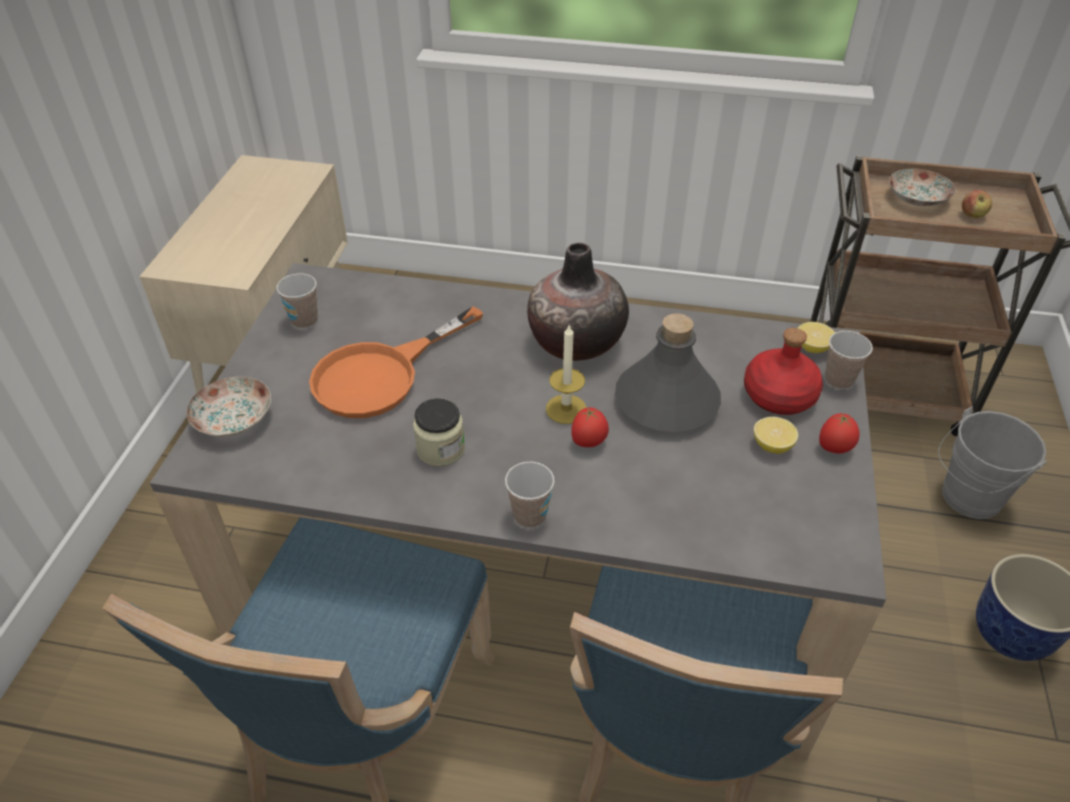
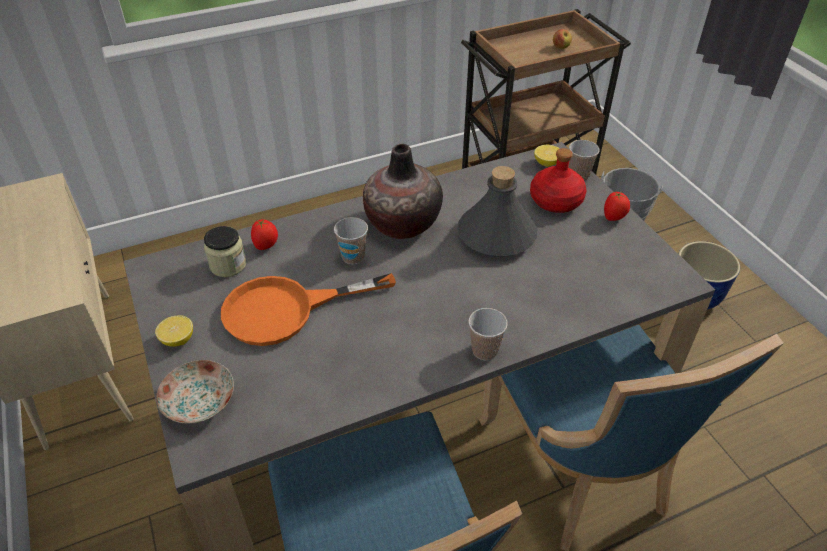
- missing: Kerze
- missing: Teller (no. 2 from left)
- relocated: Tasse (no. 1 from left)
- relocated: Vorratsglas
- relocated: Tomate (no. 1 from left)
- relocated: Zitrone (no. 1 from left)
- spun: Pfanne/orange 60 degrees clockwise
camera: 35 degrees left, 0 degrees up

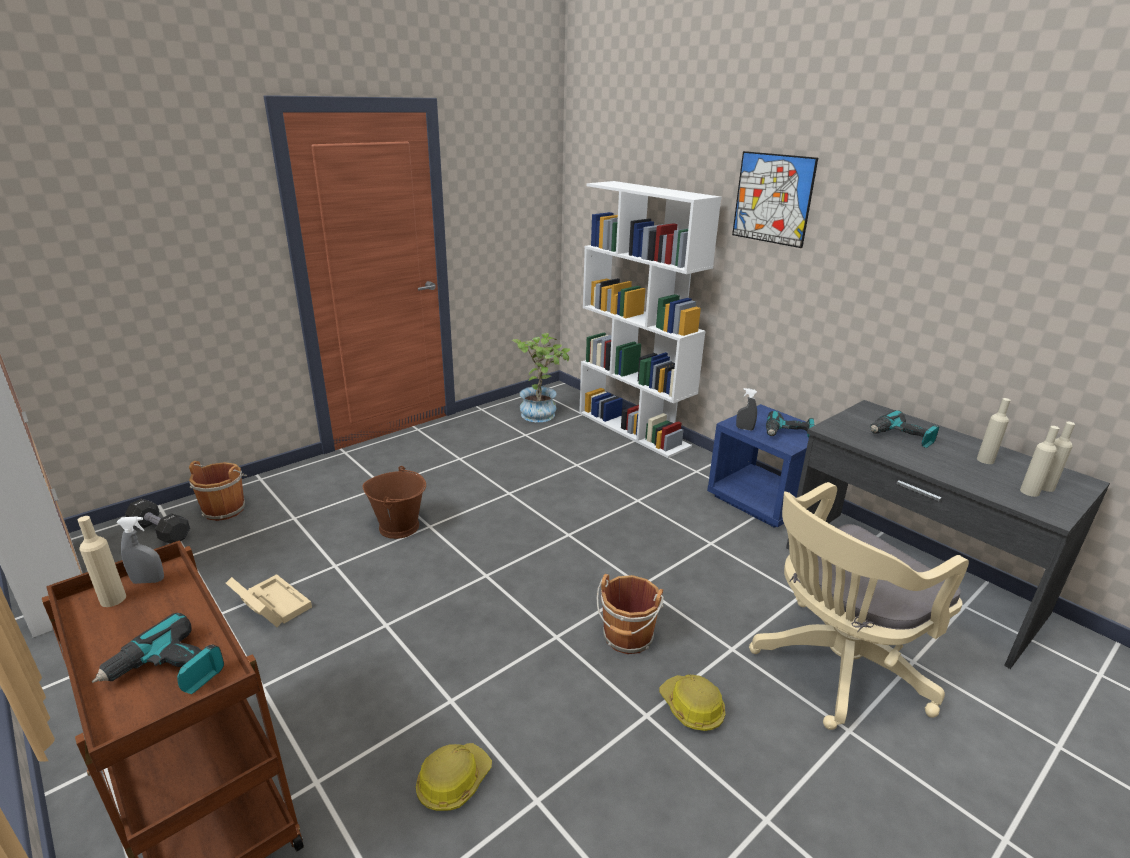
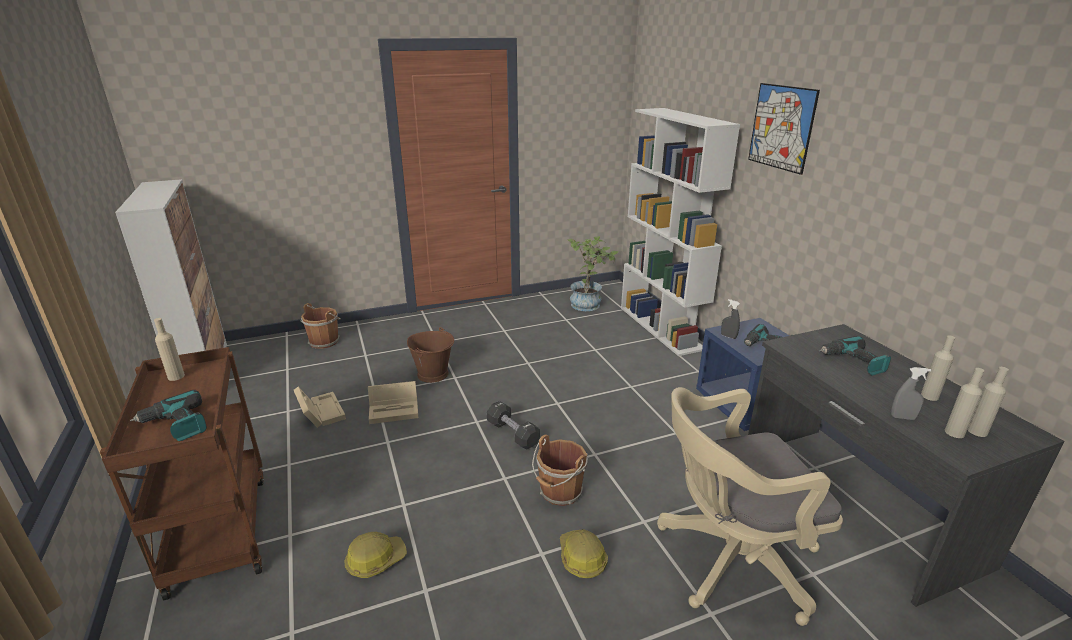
- appeared: Aufbewahrungsbox/beige (no. 2 from left)
- relocated: Sprühflasche/grau (no. 1 from left in the first image) to Sprühflasche/grau (no. 2 from left)
- relocated: Hantel/schwarz
camera: 20 degrees right, 0 degrees up

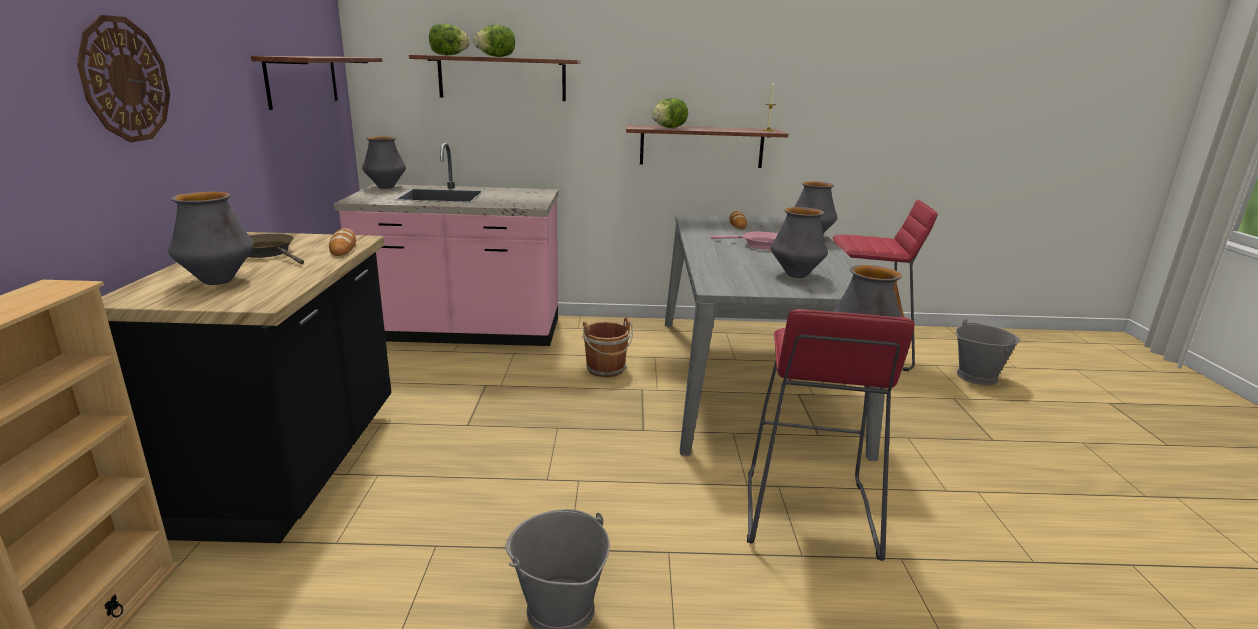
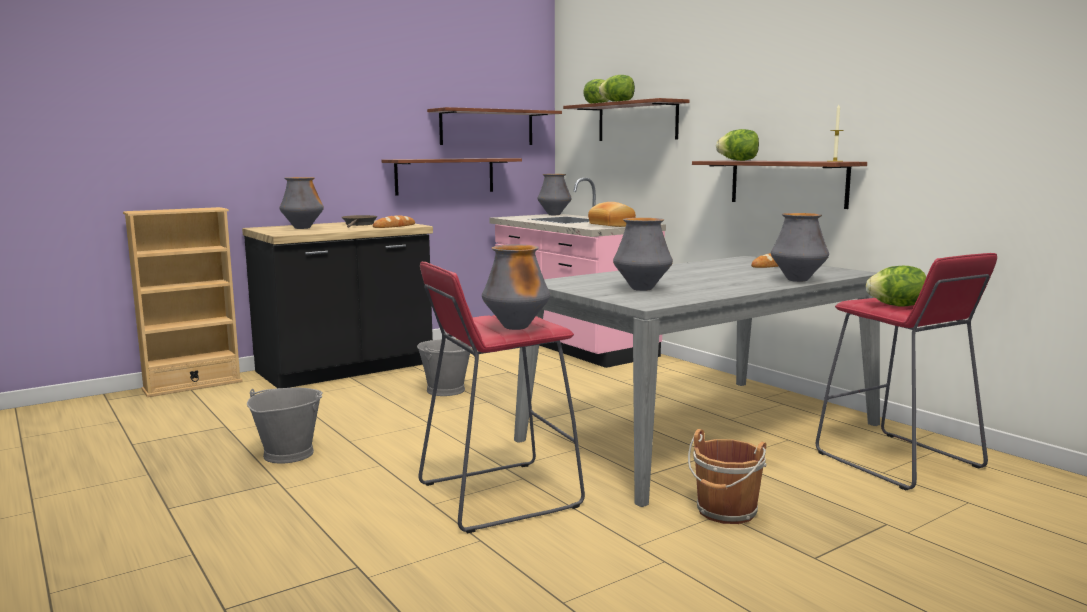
- missing: Wanduhr
- missing: Pfanne/rosa
- appeared: Wandregal (no. 1 from left)
- appeared: Brot (no. 2 from left)
- appeared: Salatkopf (no. 4 from left)
- relocated: Eimer/braun
- relocated: Eimer/grau (no. 2 from left)
camera: 55 degrees right, 10 degrees down

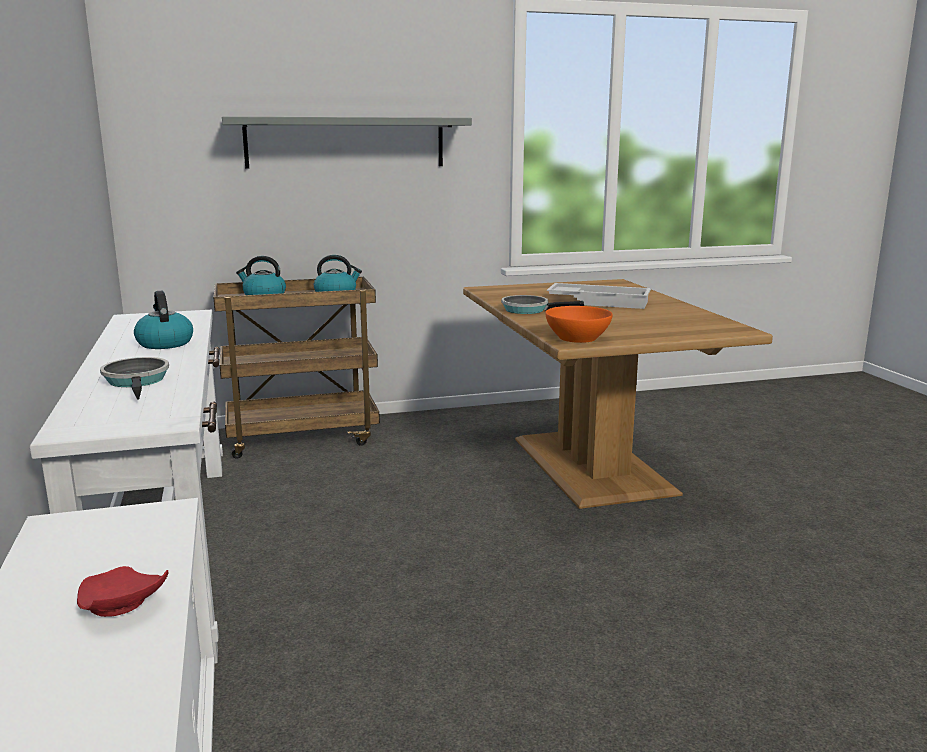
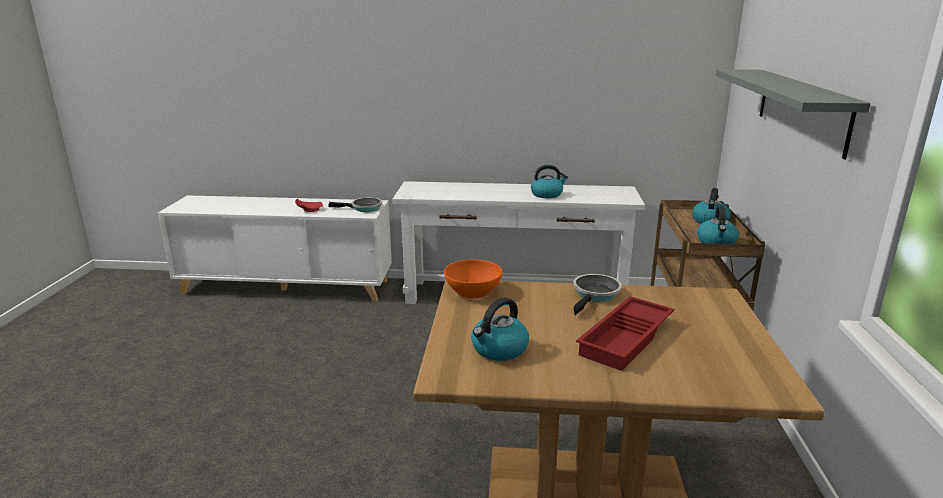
- appeared: Wasserkessel (no. 1 from left)
- relocated: Pfanne (no. 1 from left)
- colour: Tablett/weiß to Tablett/rot
camera: 110 degrees right, 5 degrees up

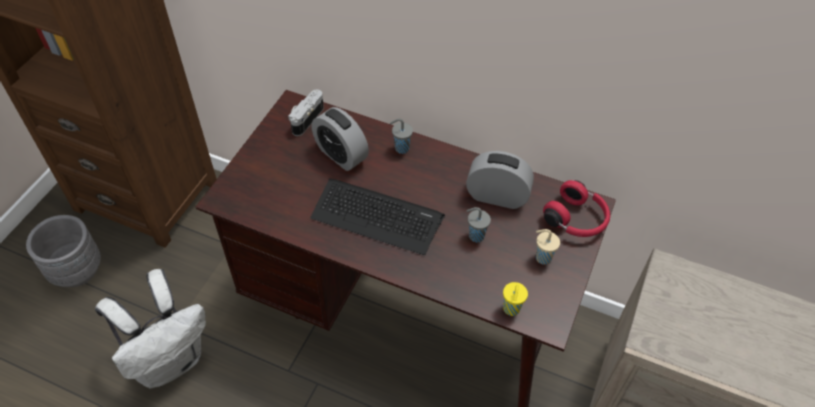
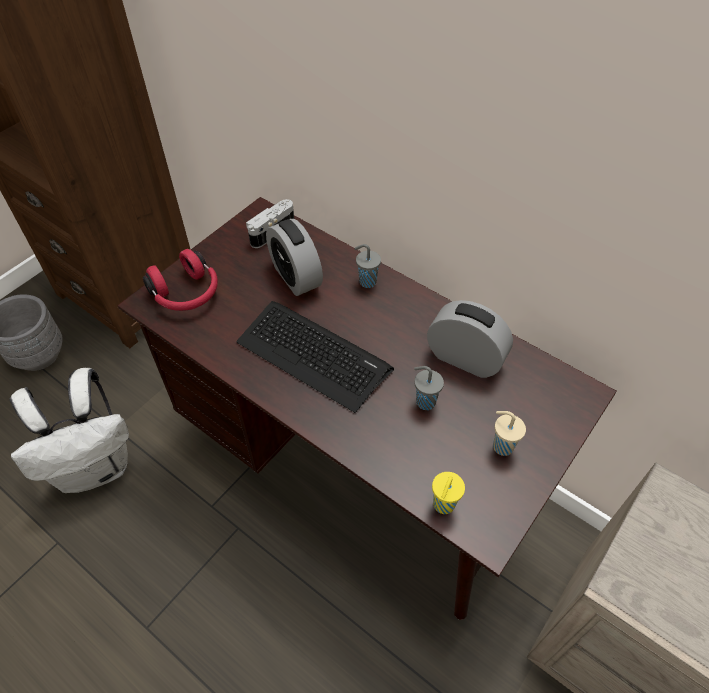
- relocated: Kopfhörer/rot
camera: 15 degrees right, 0 degrees up

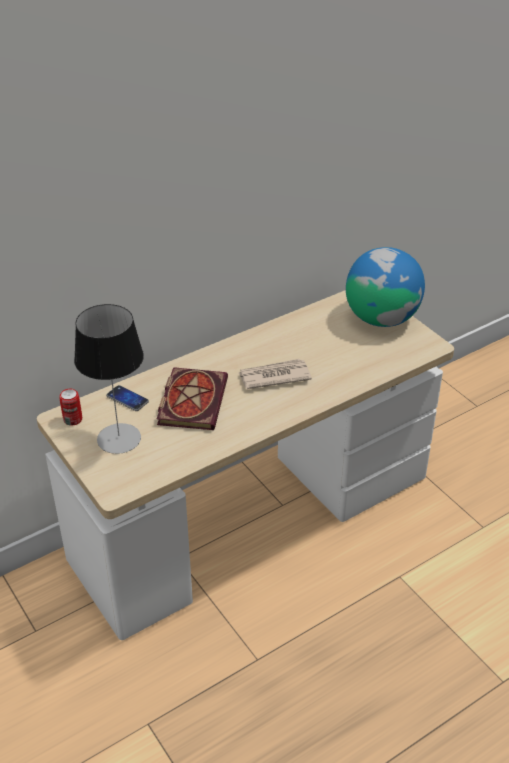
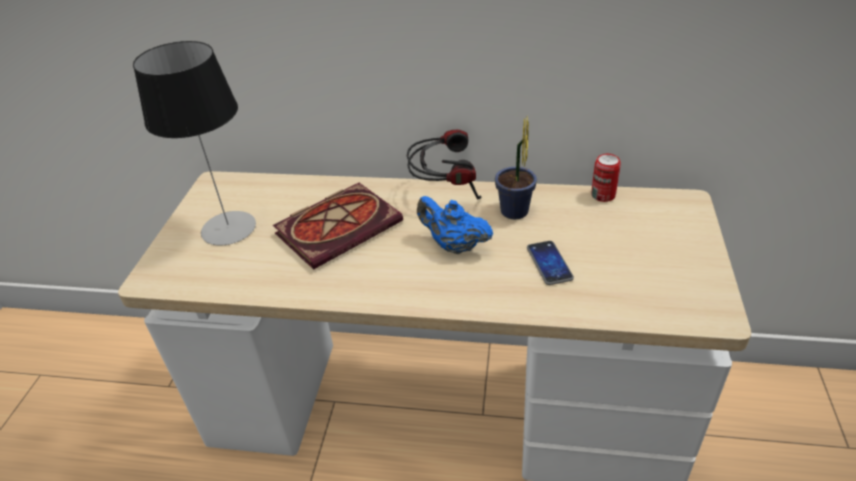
- missing: Globus
- appeared: Kopfhörer
- appeared: Topfpflanze
- relocated: Dose
- relocated: Handy
- exchanged: Zeitung to Teekanne/blau
camera: 45 degrees right, 0 degrees up

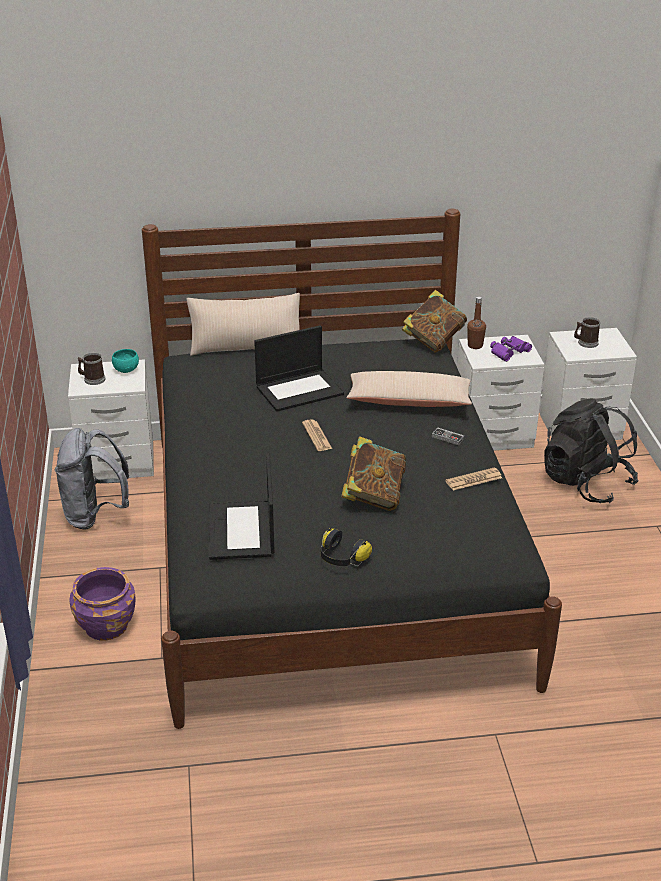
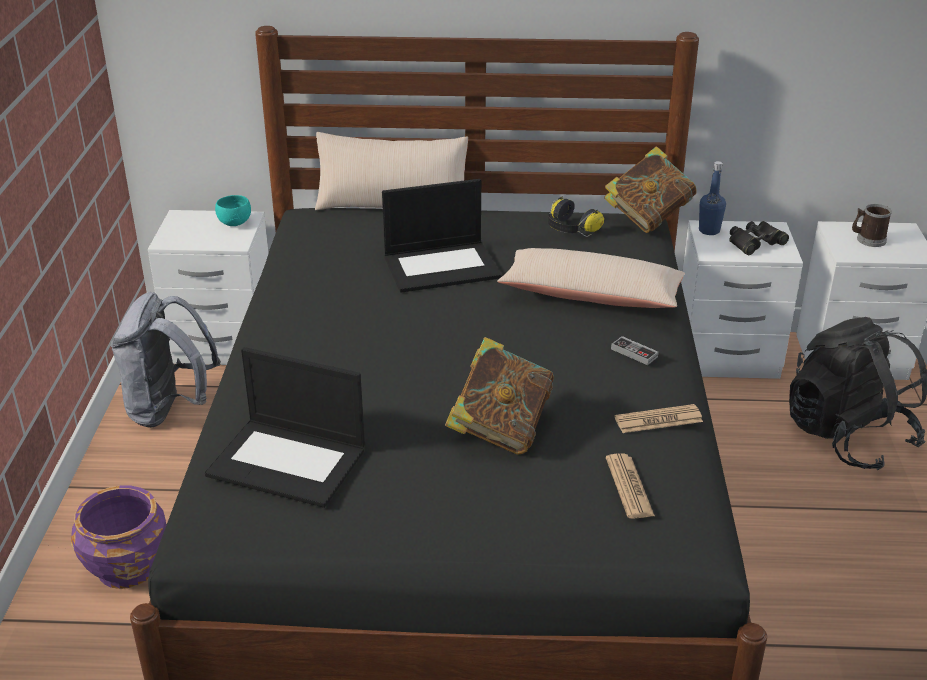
- missing: Henkelbecher (no. 1 from left)
- relocated: Zeitung (no. 1 from left)
- relocated: Kopfhörer
- colour: Flasche/braun to Flasche/blau
- colour: Fernglas/lila to Fernglas/schwarz
- spun: Laptop (no. 1 from left) 75 degrees counterclockwise
camera: 10 degrees right, 0 degrees up

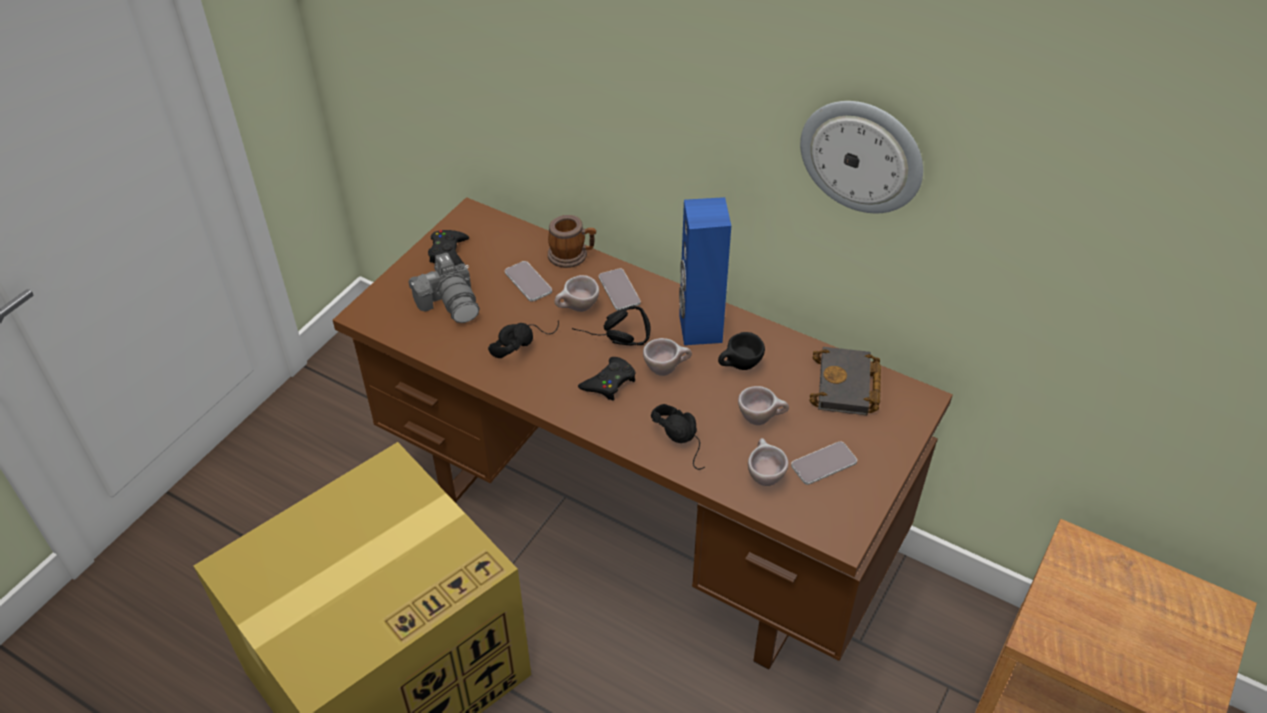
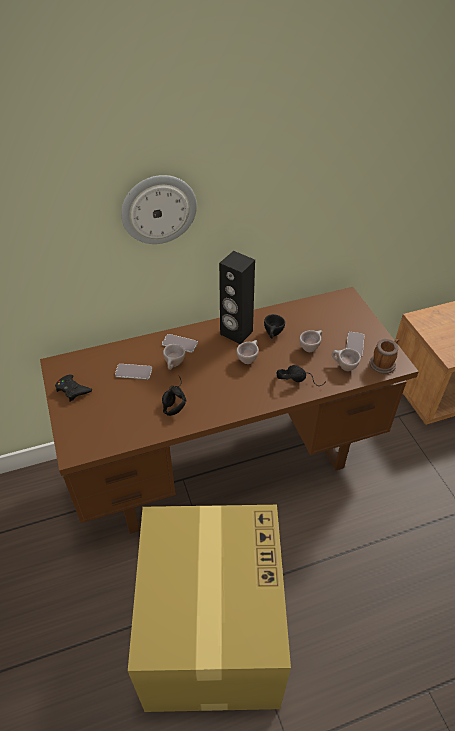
- missing: Kamera
- missing: Kopfhörer/schwarz (no. 2 from left)
- missing: Gamepad/schwarz (no. 2 from left)
- missing: Buch/schwarz
- relocated: Henkelbecher
- relocated: Wanduhr
- colour: Lautsprecher/blau to Lautsprecher/schwarz
camera: 50 degrees left, 0 degrees up

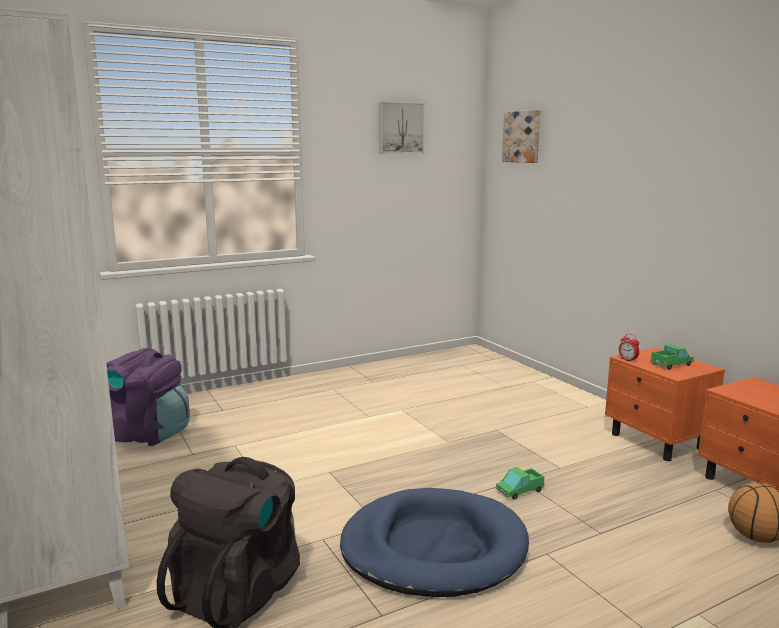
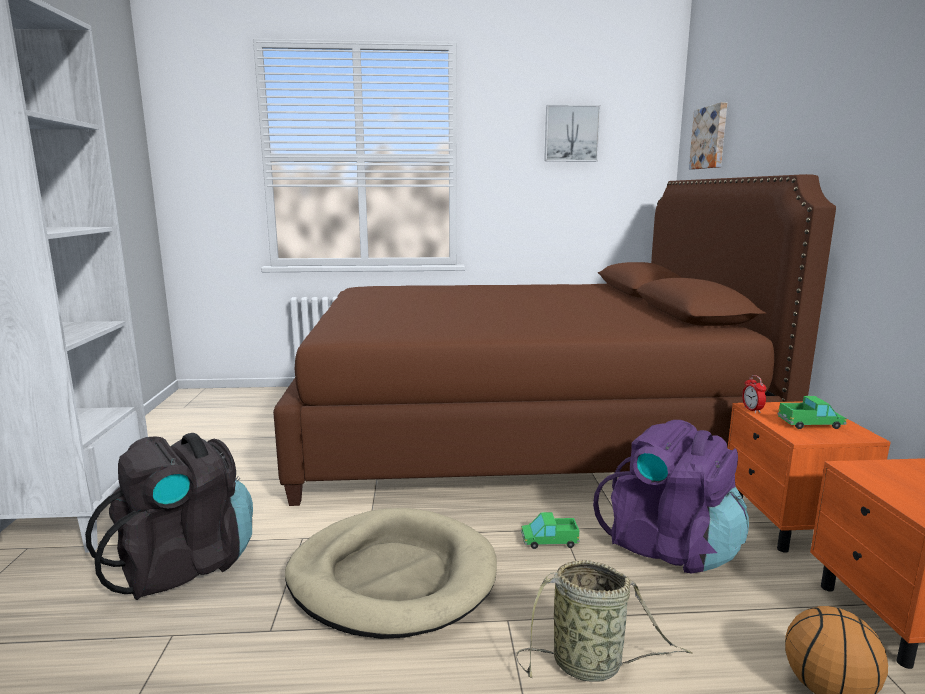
- appeared: Bett/braun
- appeared: Korb
- relocated: Rucksack/lila
- colour: Hundebett/blau to Hundebett/beige
camera: 25 degrees right, 0 degrees up

